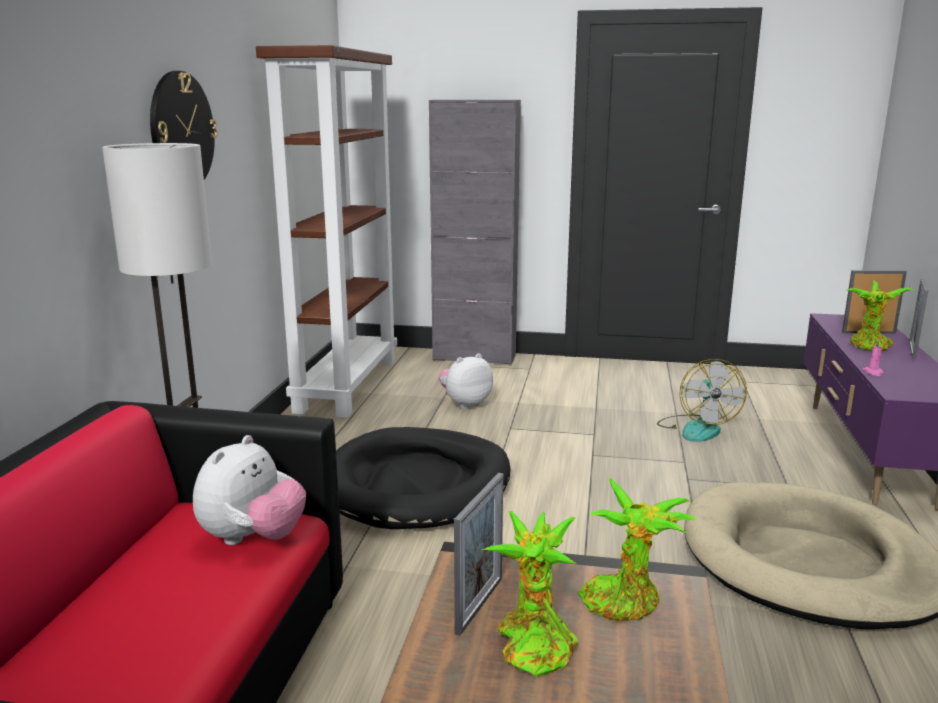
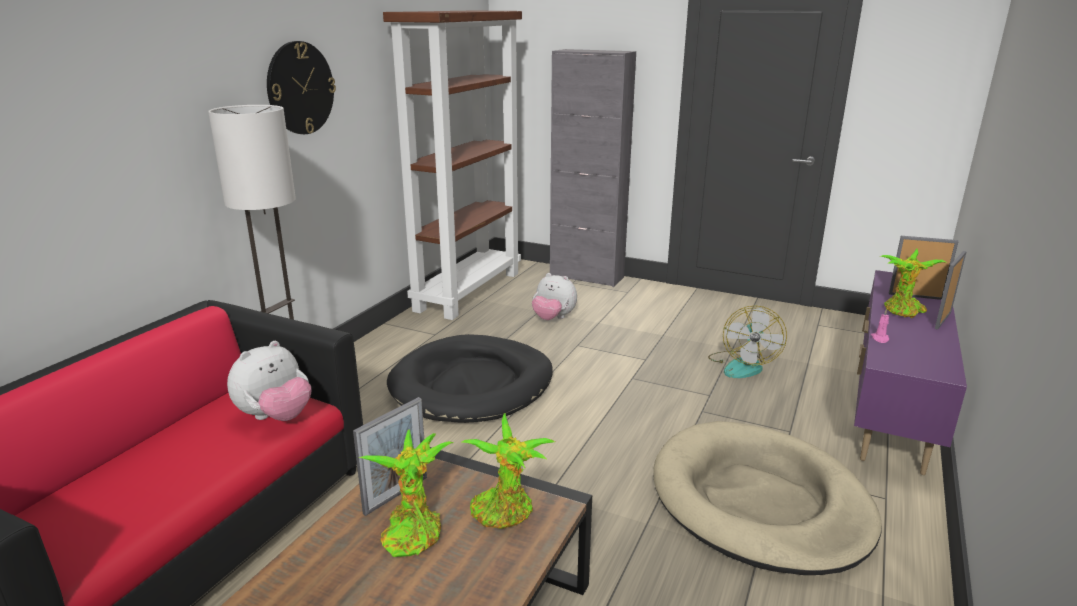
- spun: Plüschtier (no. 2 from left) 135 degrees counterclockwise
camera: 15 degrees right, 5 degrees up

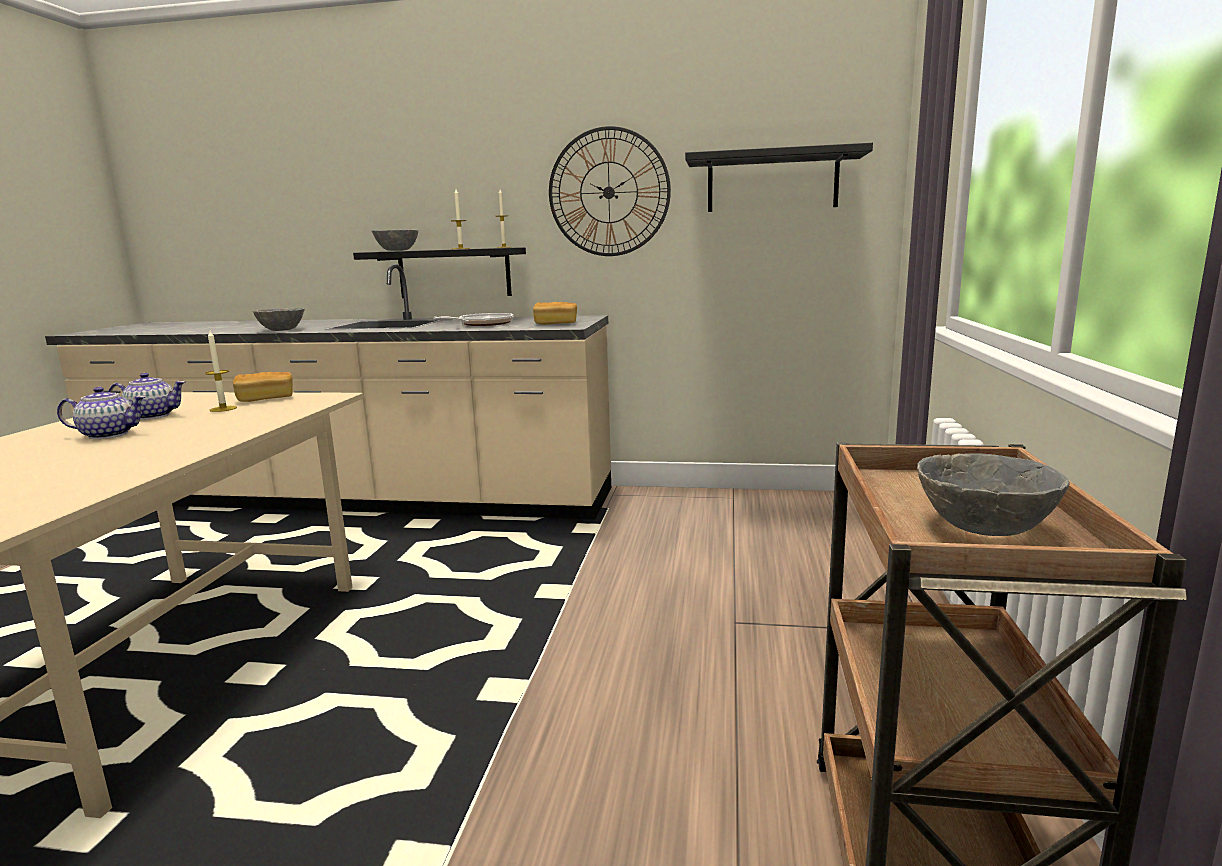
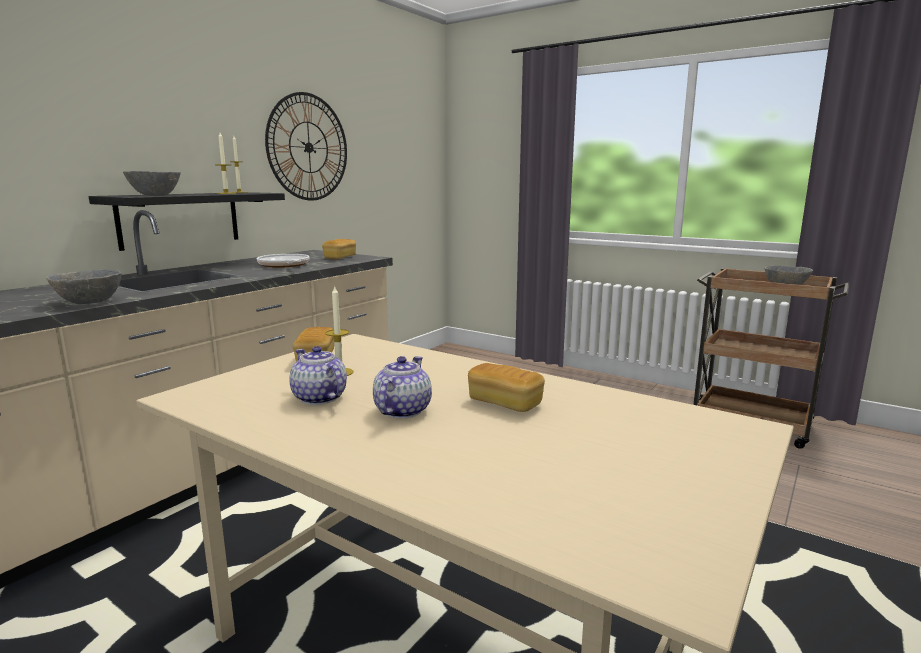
- missing: Wandregal/schwarz (no. 2 from left)
- appeared: Brot (no. 3 from left)
- spun: Teekanne (no. 2 from left in the first image) 60 degrees counterclockwise
camera: 65 degrees left, 0 degrees up

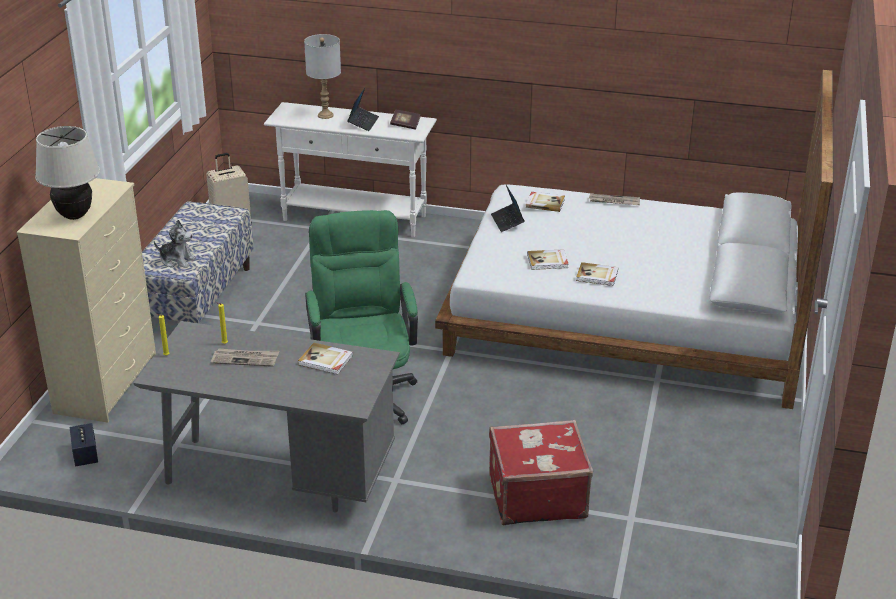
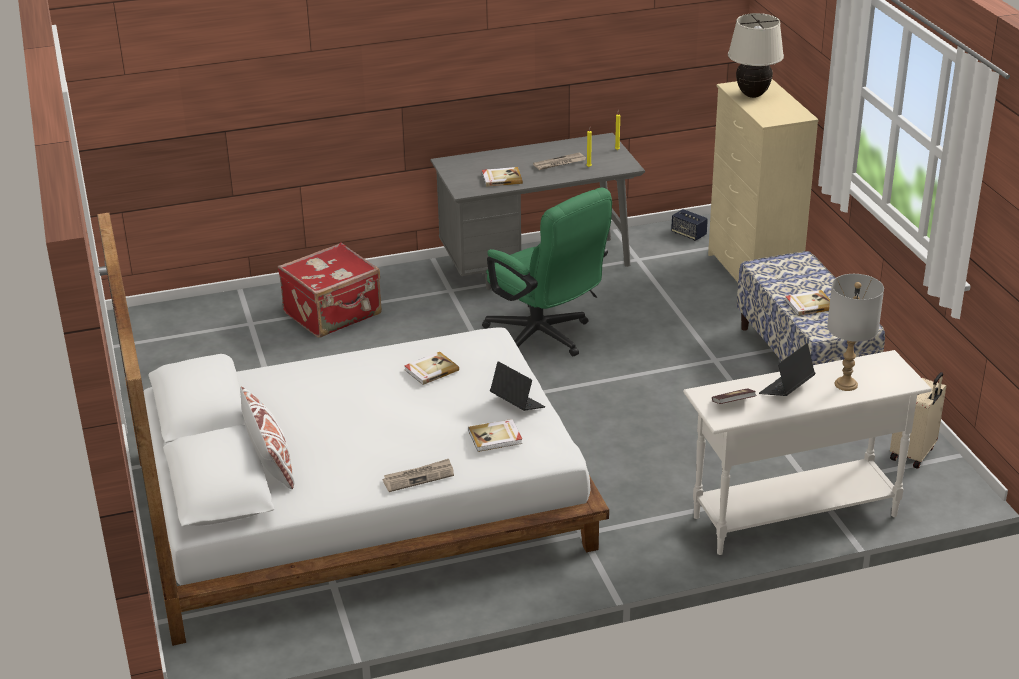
- missing: Plüschtier
- appeared: Kissen/weiß
- relocated: Buch (no. 5 from left)
- spun: Laptop (no. 1 from left in the first image) 60 degrees clockwise
camera: 150 degrees right, 0 degrees up

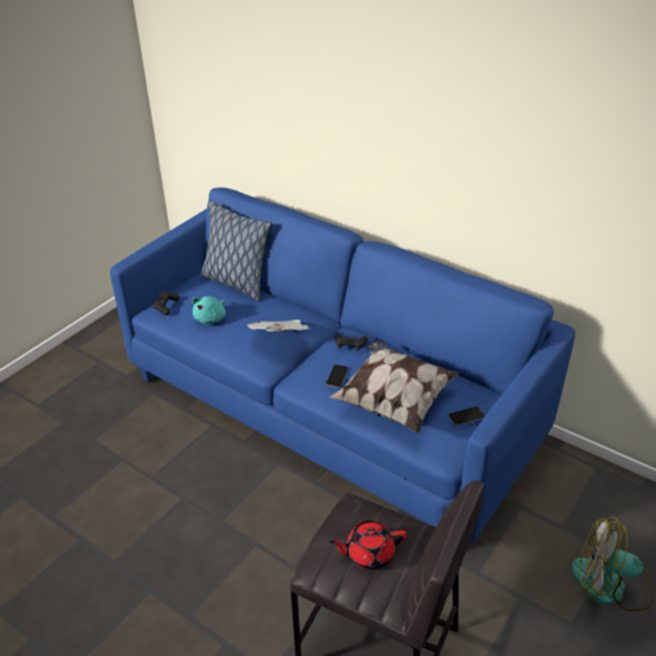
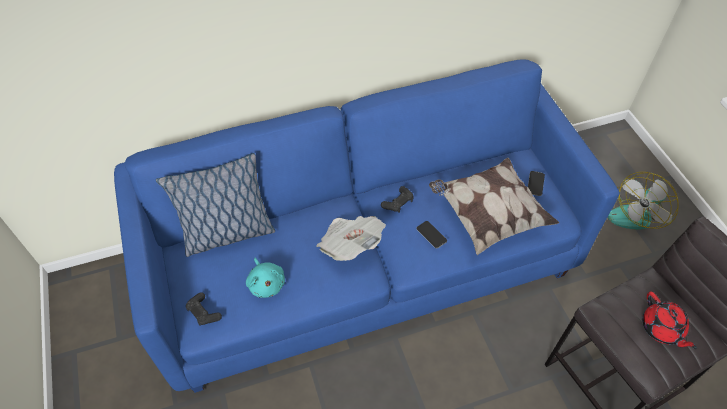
- spun: Teekanne/rot 45 degrees counterclockwise
camera: 55 degrees left, 15 degrees up

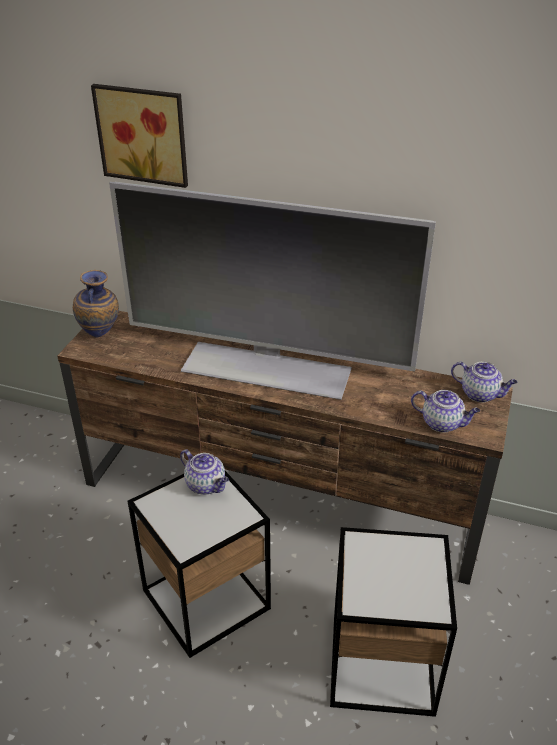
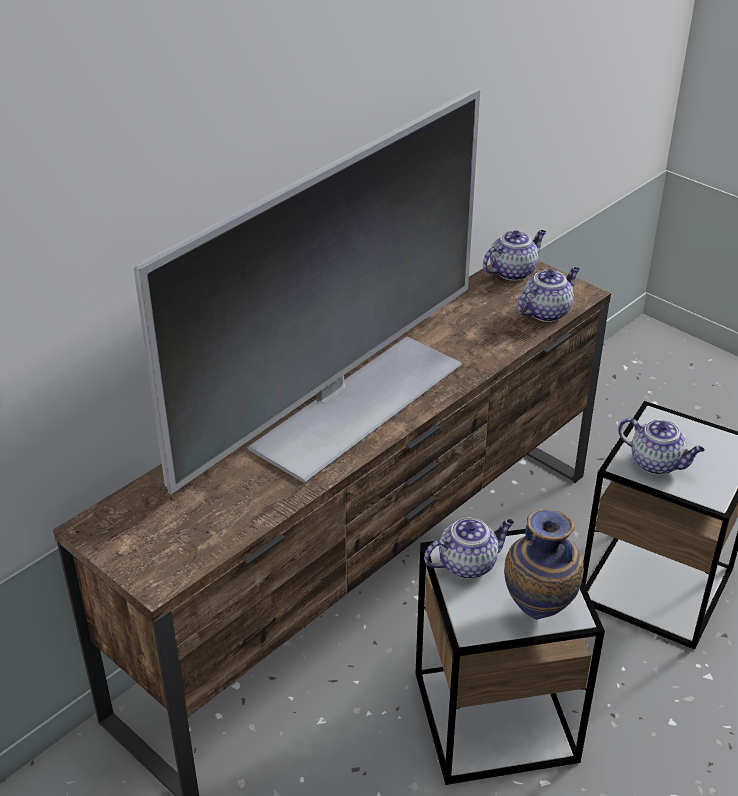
- missing: Bild
- appeared: Teekanne (no. 4 from left)
- relocated: Vase
camera: 65 degrees left, 0 degrees up

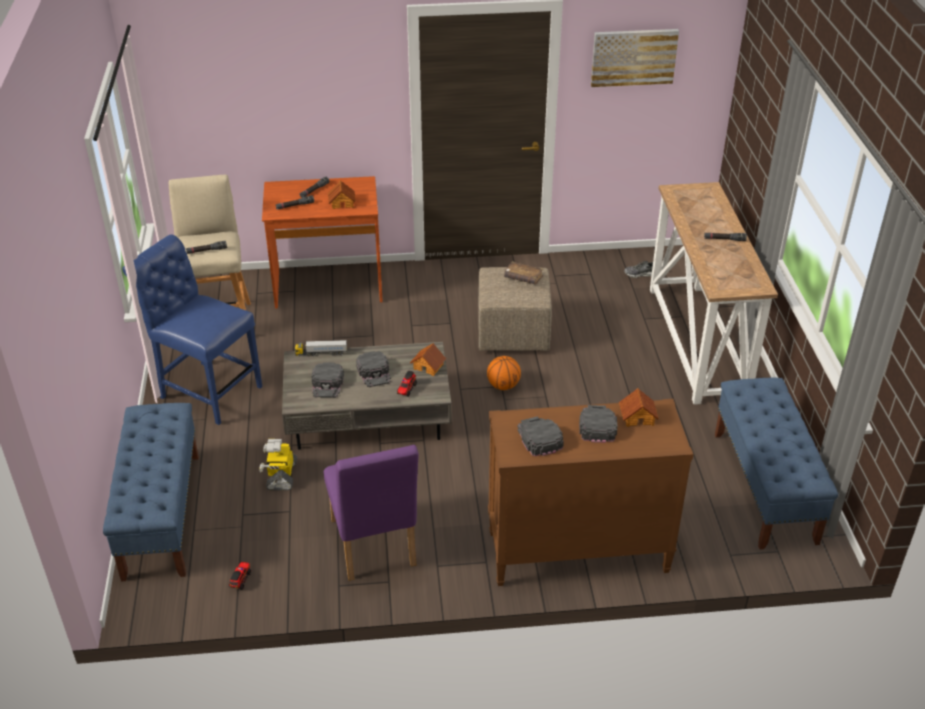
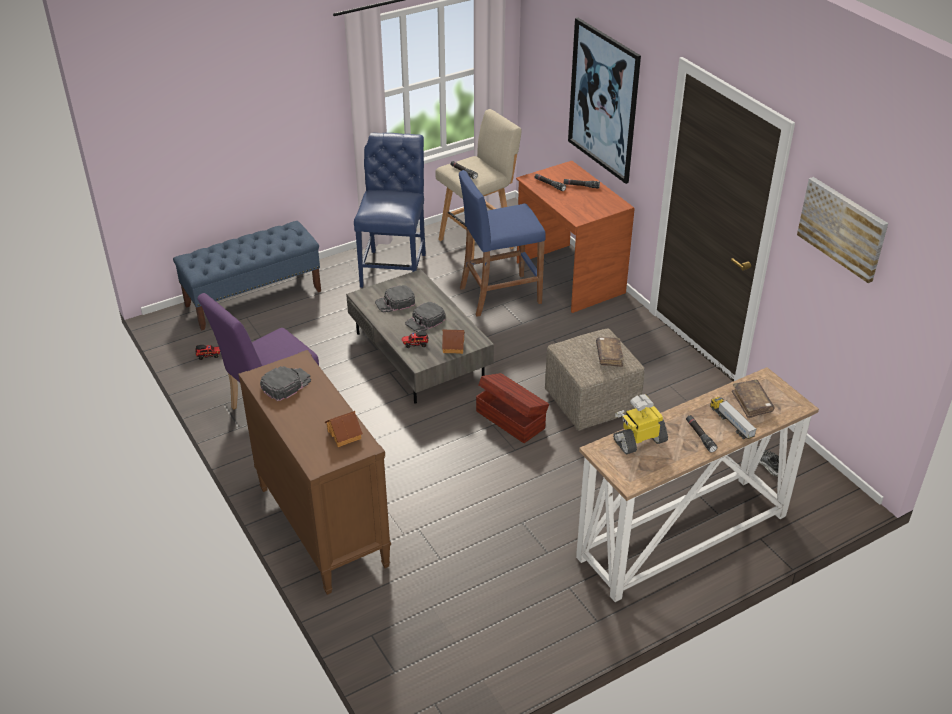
- missing: Spielzeughaus (no. 1 from left)
- missing: Kappe/schwarz (no. 4 from left)
- missing: Bank/blau (no. 2 from left)
- appeared: Hocker/blau
- appeared: Bild (no. 1 from left)
- appeared: Buch/braun (no. 2 from left)
- relocated: Spielzeugroboter
- relocated: Spielzeuglaster (no. 2 from left in the first image) to Spielzeuglaster (no. 3 from left)
- exchanged: Basketball to Aufbewahrungsbox/braun
camera: 65 degrees right, 0 degrees up

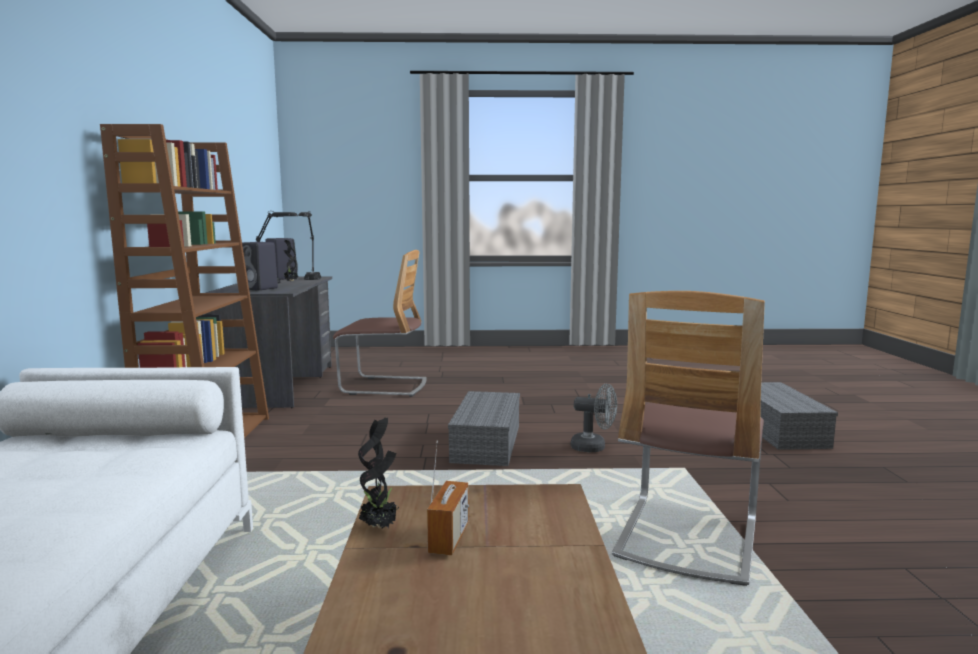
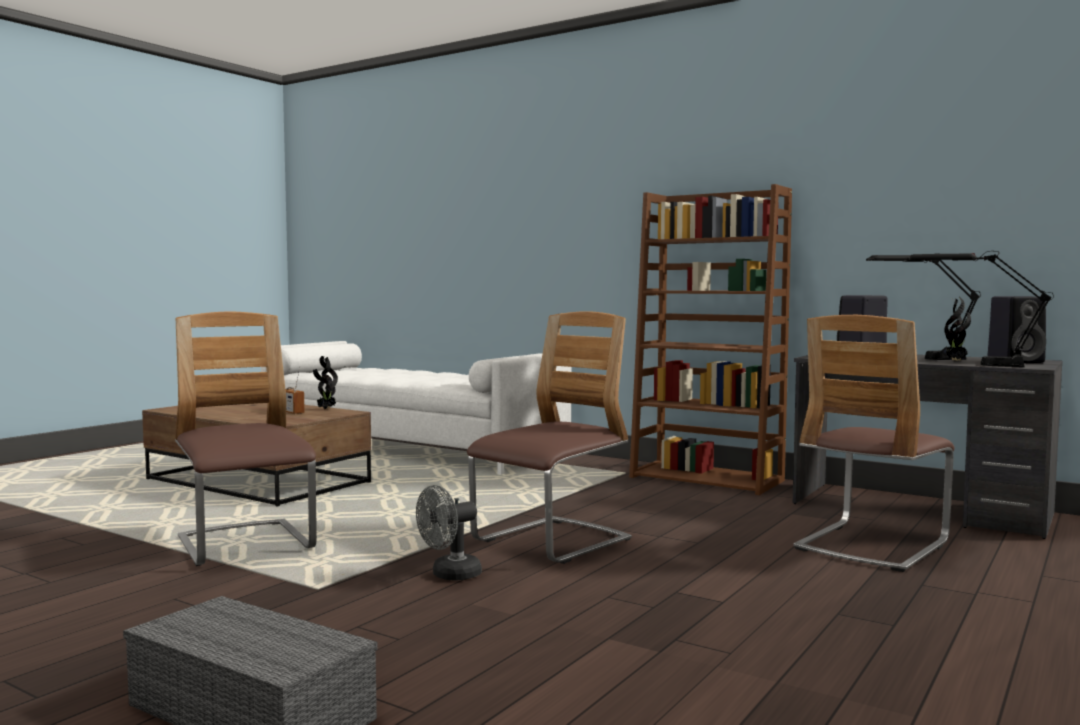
- exchanged: Aufbewahrungsbox/grau (no. 1 from left) to Stuhl (no. 2 from left)
camera: 125 degrees right, 5 degrees down

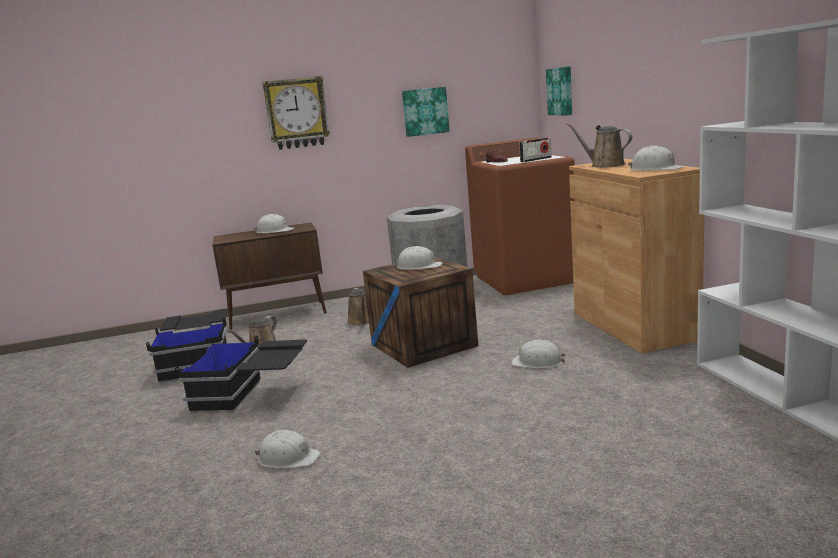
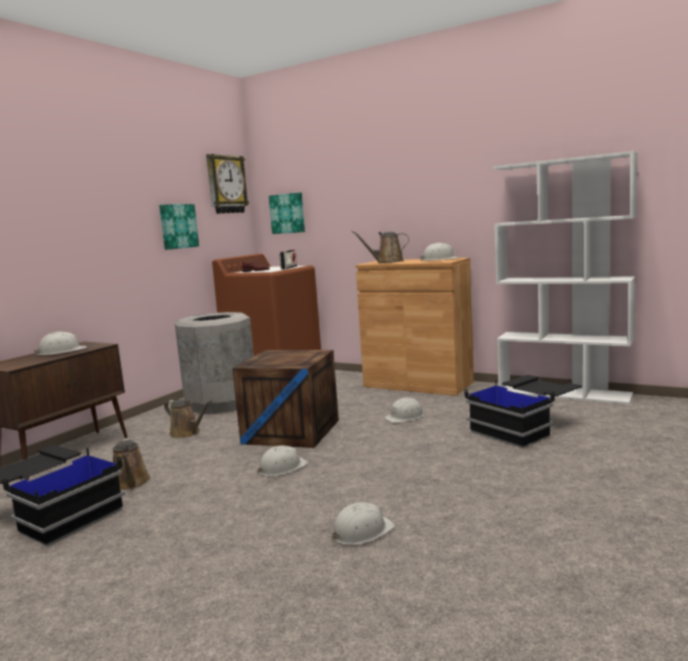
- relocated: Aufbewahrungsbox/schwarz (no. 2 from left)
- relocated: Wanduhr
- relocated: Schutzhelm/weiß (no. 3 from left in the first image) to Schutzhelm/weiß (no. 2 from left)
camera: 45 degrees left, 5 degrees down

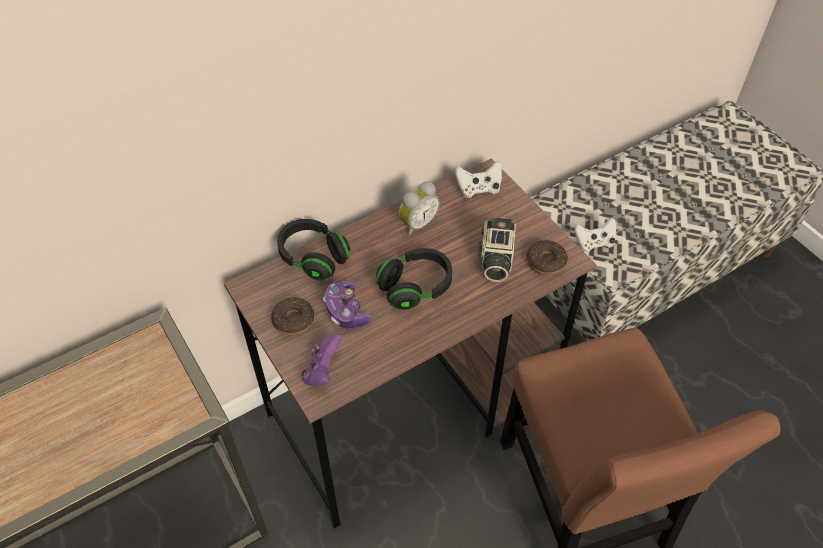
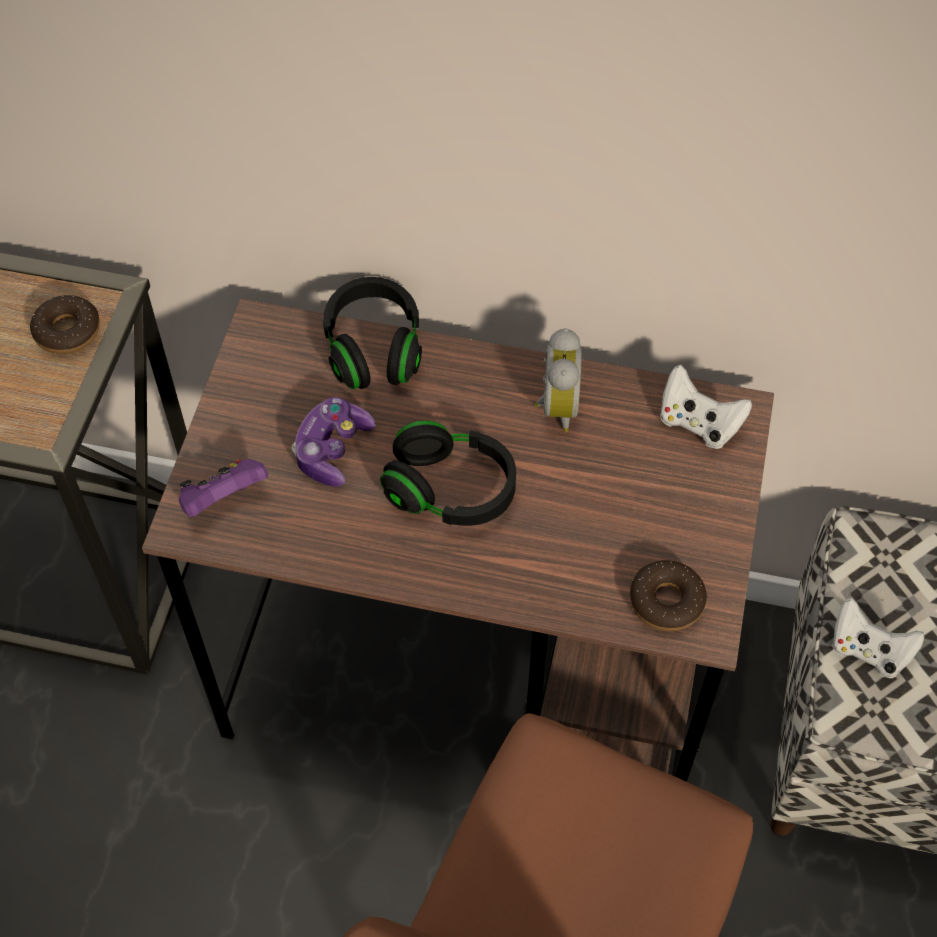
- missing: Kamera
- relocated: Donut (no. 1 from left)
- spun: Wecker 90 degrees counterclockwise
camera: 45 degrees right, 5 degrees up

